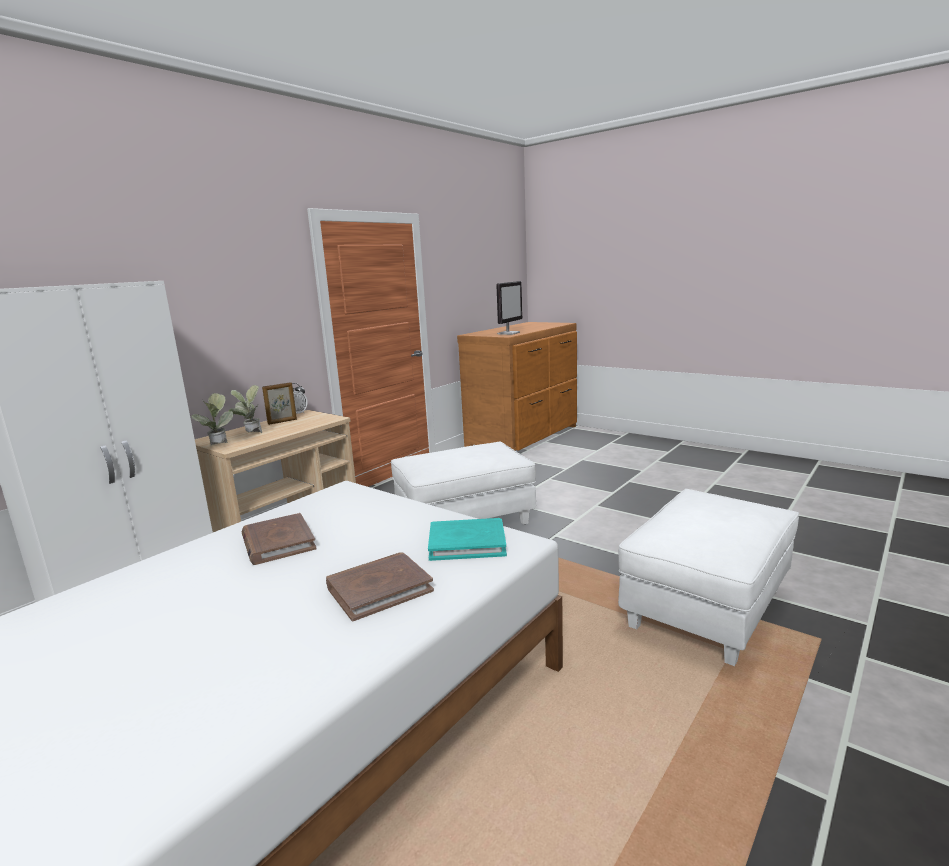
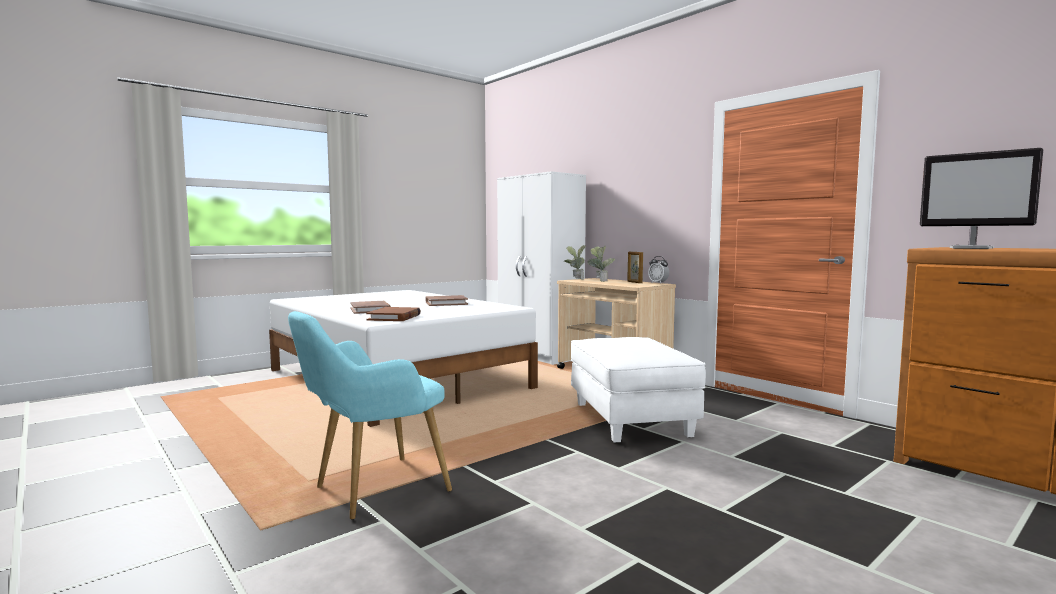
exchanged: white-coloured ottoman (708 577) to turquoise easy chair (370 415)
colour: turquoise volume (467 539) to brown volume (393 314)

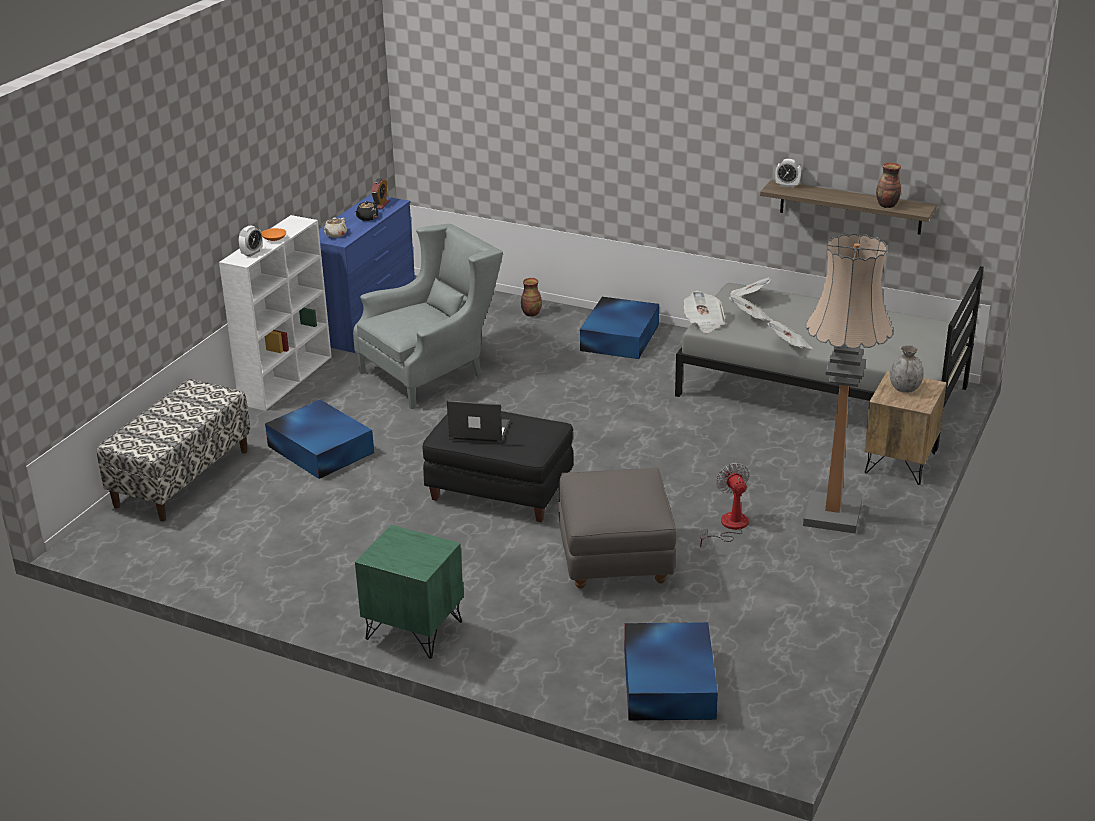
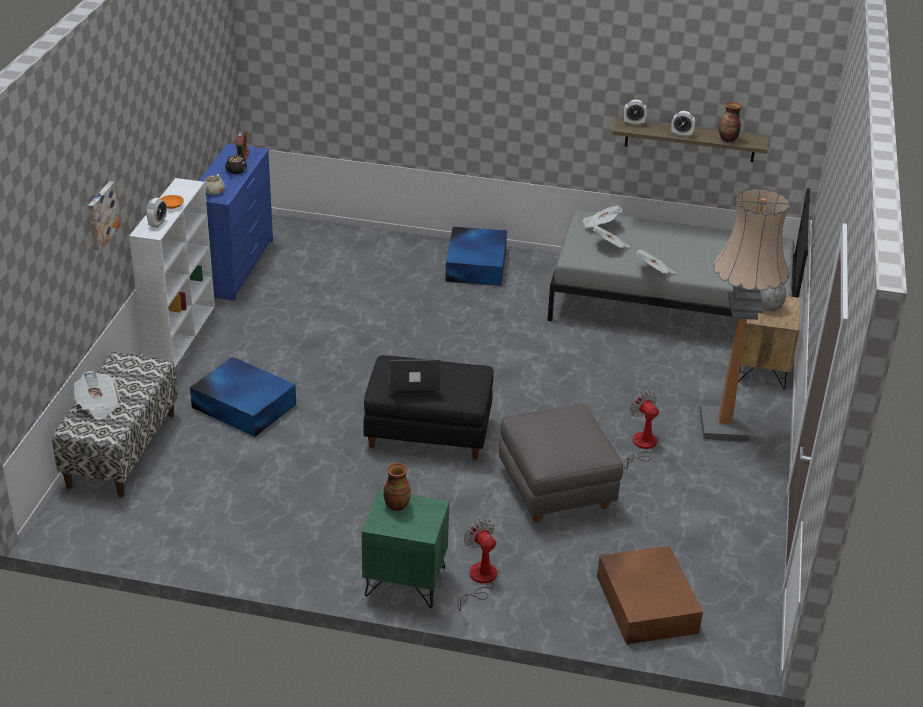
missing: greyish easy chair (428 316)
appeared: alarm clock (683 124); wall picture (104 216); cooling fan (477 565)
relocated: vase (531 297) to (397 487); printed paper (704 312) to (97 395)
colour: blue storage container (671 671) to brown storage container (650 595)

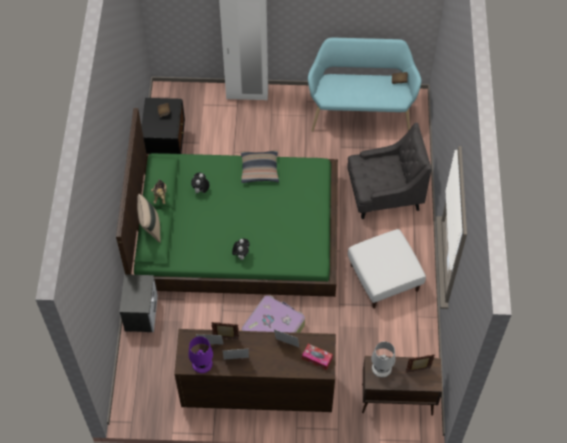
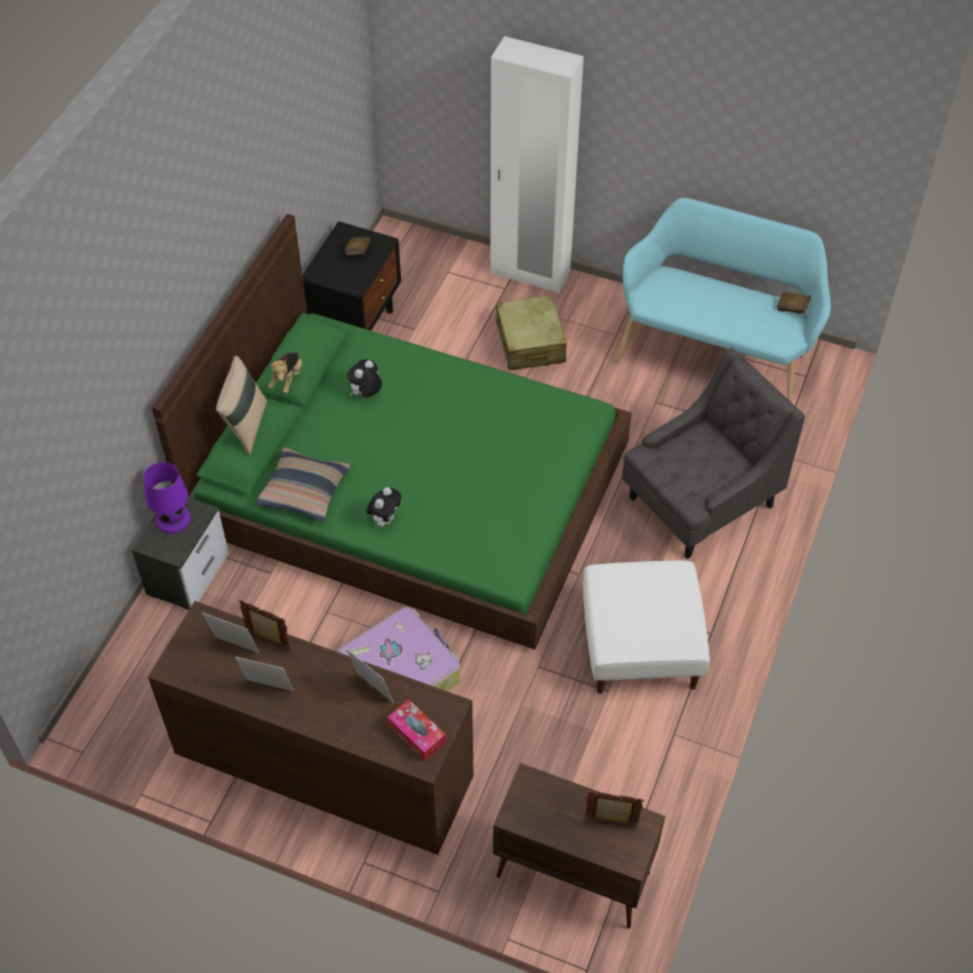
missing: white-coloured tabletop lamp (383 359)
appeared: sand-coloured piece of luggage (531 332)
relocated: cushion (260 166) to (303 485); purple tabletop lamp (200 354) to (167 497)
spun: greyish easy chair (389 171) = (713 453) 45 degrees counterclockwise

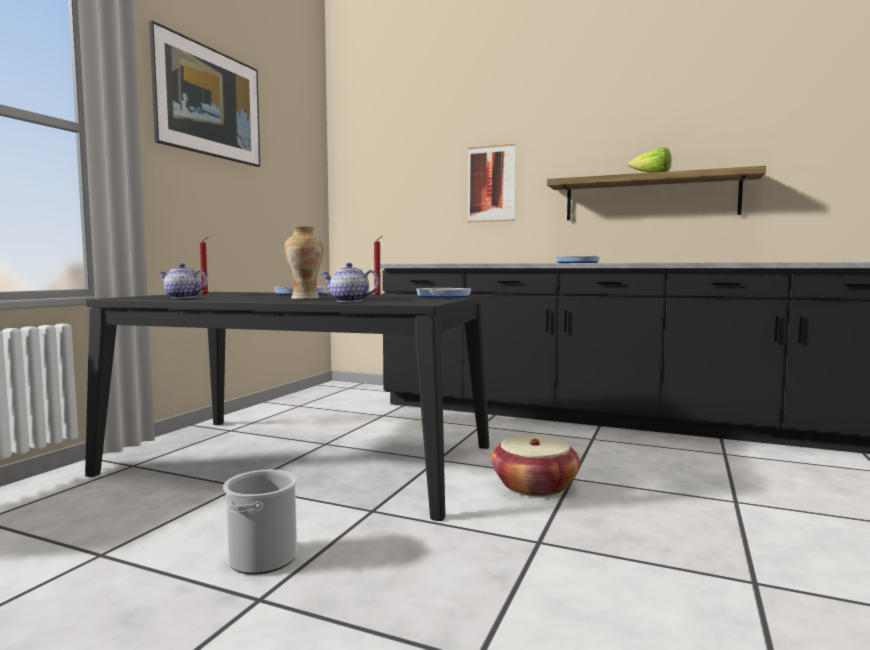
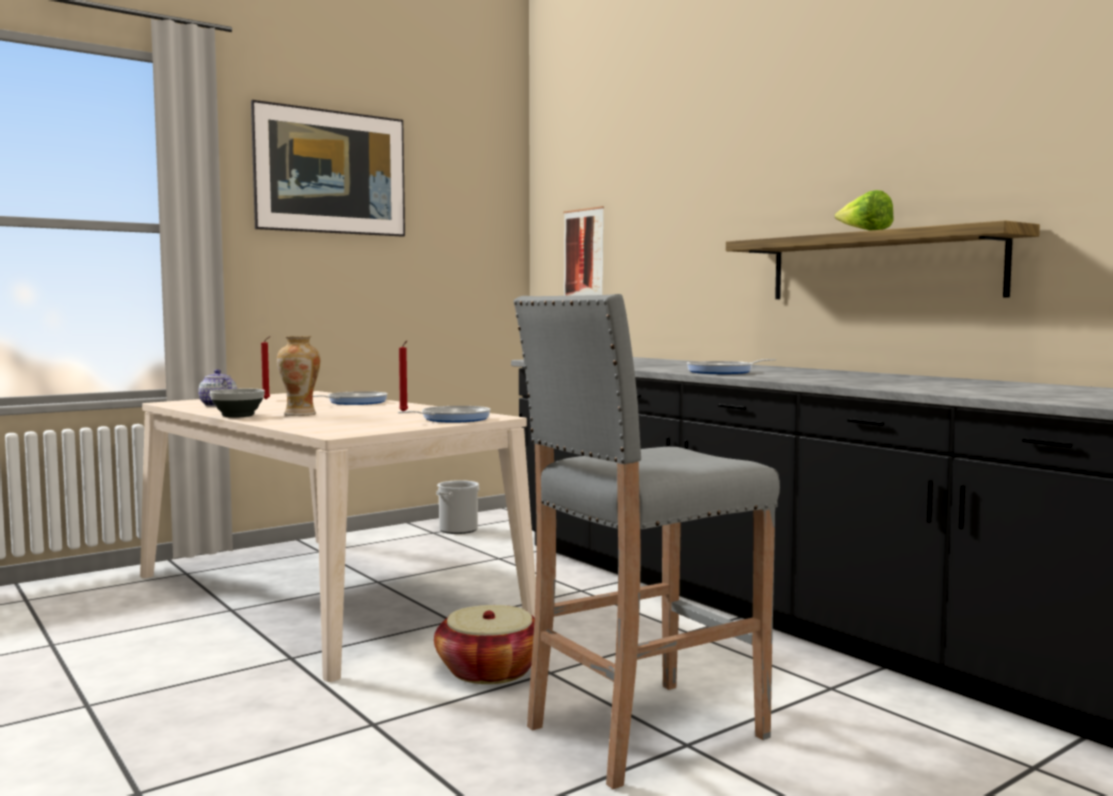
missing: tea pot (350 282)
appeared: greyish stool seat (647 541); deep dish (237 403)
relocated: wall picture (491 183) to (584 251); pail (260 522) to (457 507)
colour: blackish dining table (287 406) to sand-coloured dining table (338 536)

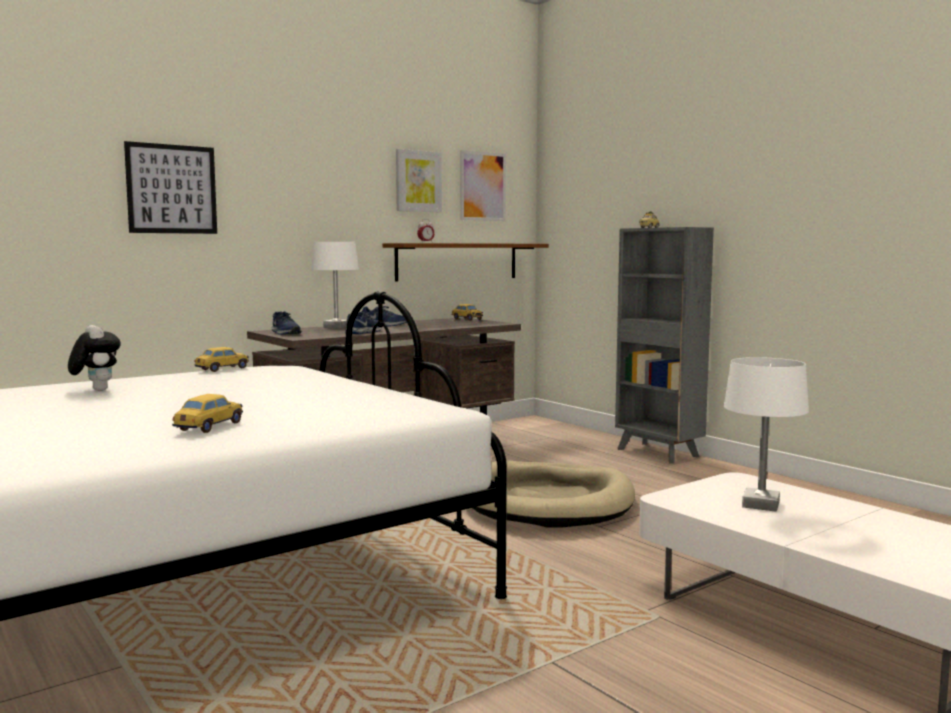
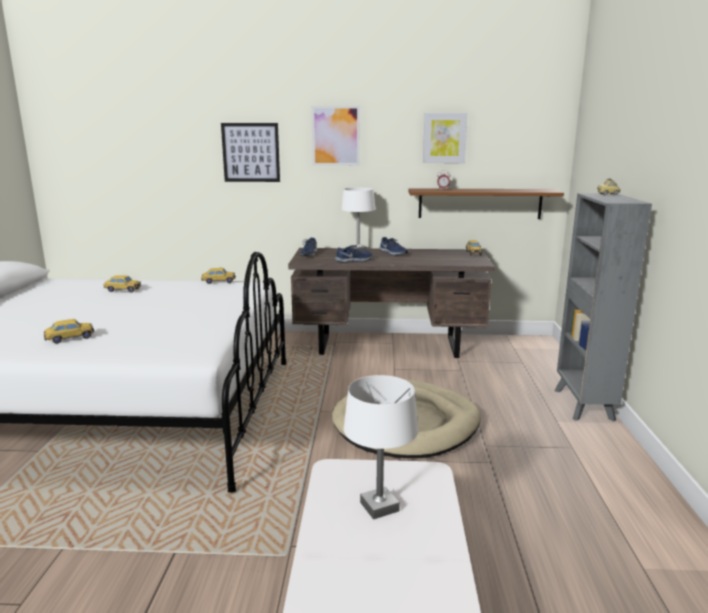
relocated: wall picture (483 185) to (335 136)
exchanged: soft toy (94 358) to miniature car (122 283)

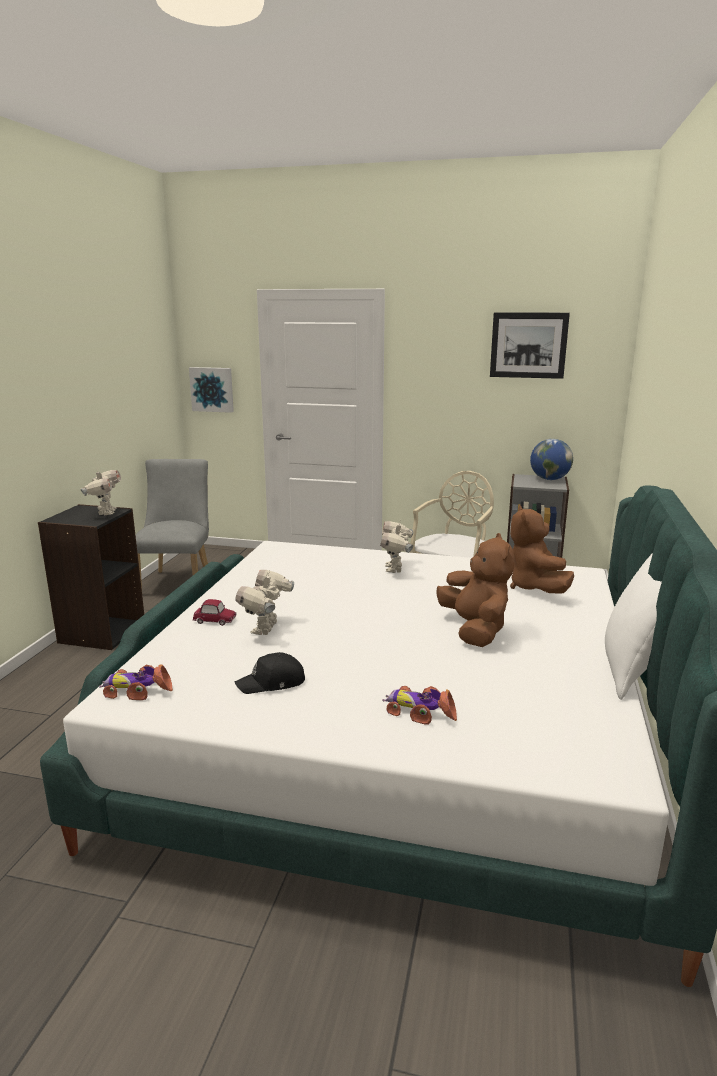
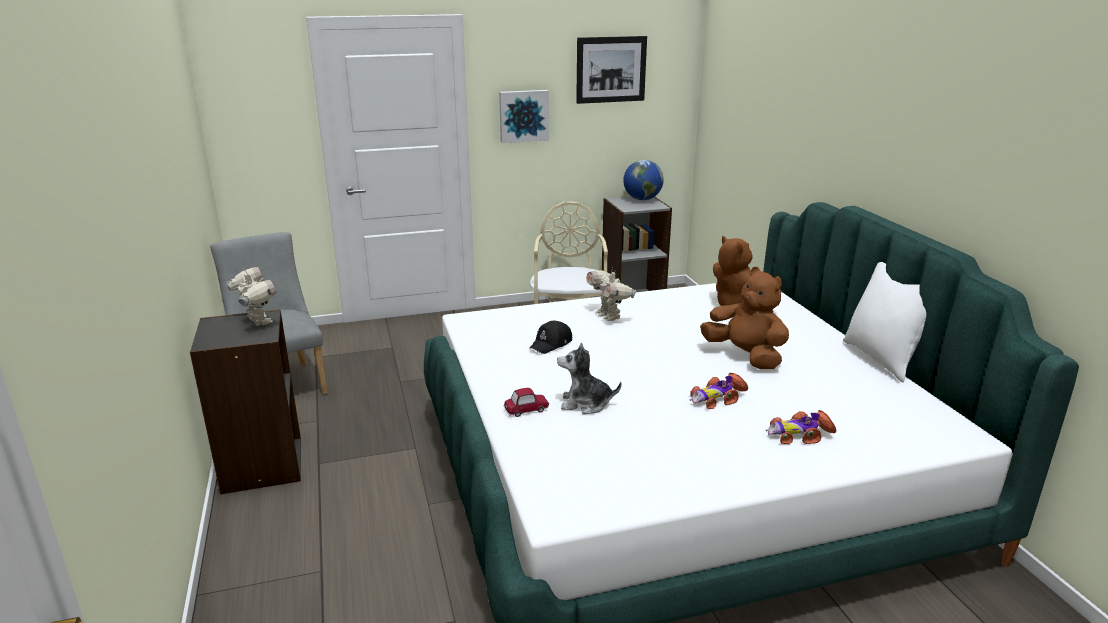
relocated: wall picture (211 390) to (524 116); blackish peaked cap (269 673) to (550 337); miniature car (136 682) to (719 391)
exchanged: robot figure (264 602) to soft toy (589 378)

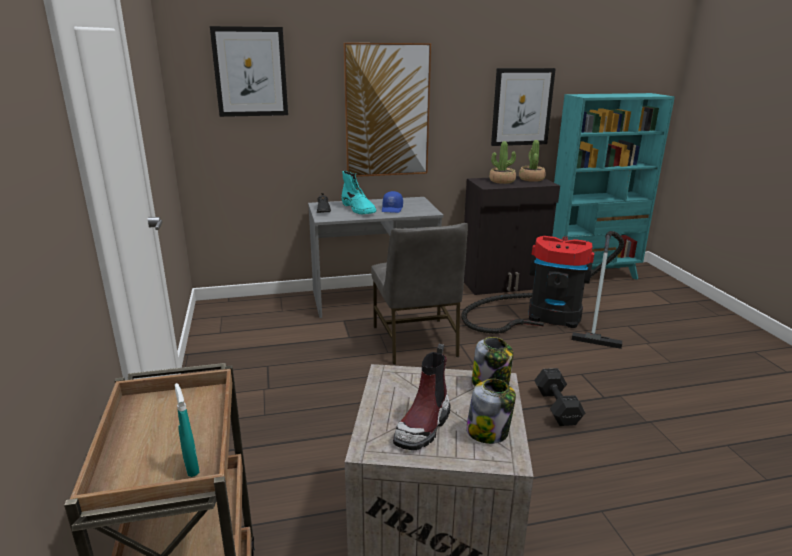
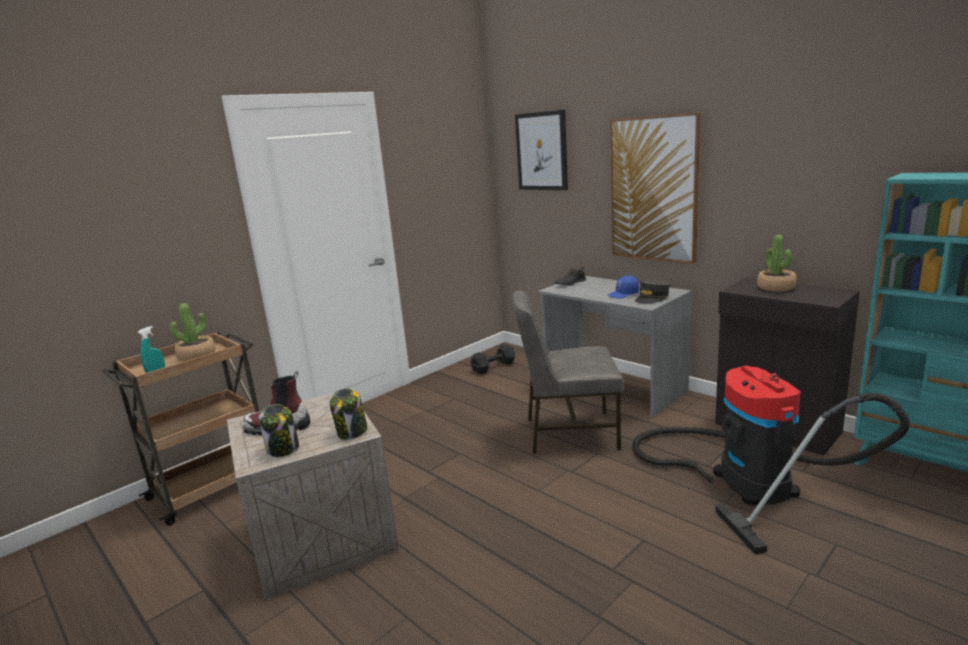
missing: wall picture (523 107); turquoise high-top boot (359 193)
appeared: greyish peaked cap (652 291)
relocated: houseplant (532 161) to (193 332); blackish free weight (559 397) to (492 358)
spun: greyish chair (419 294) = (568 372) 45 degrees clockwise

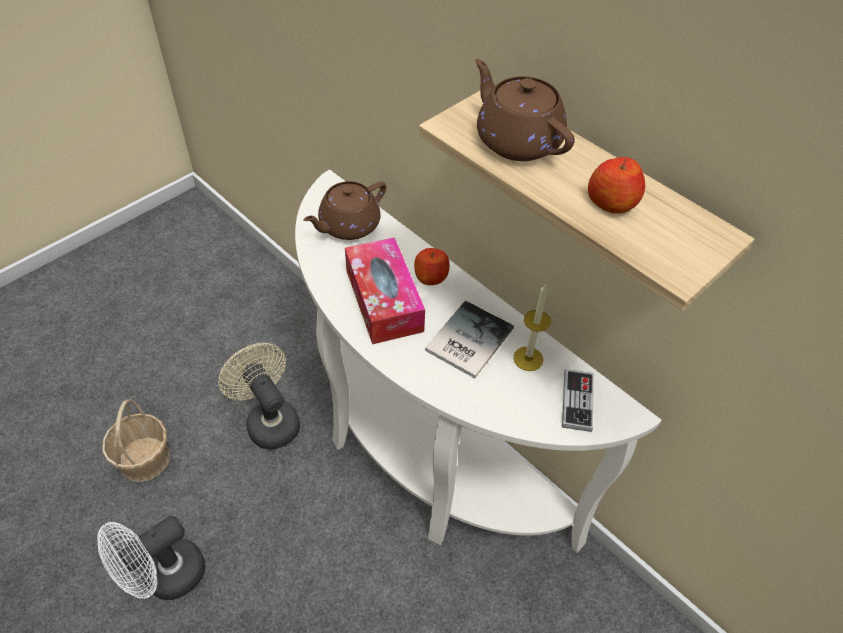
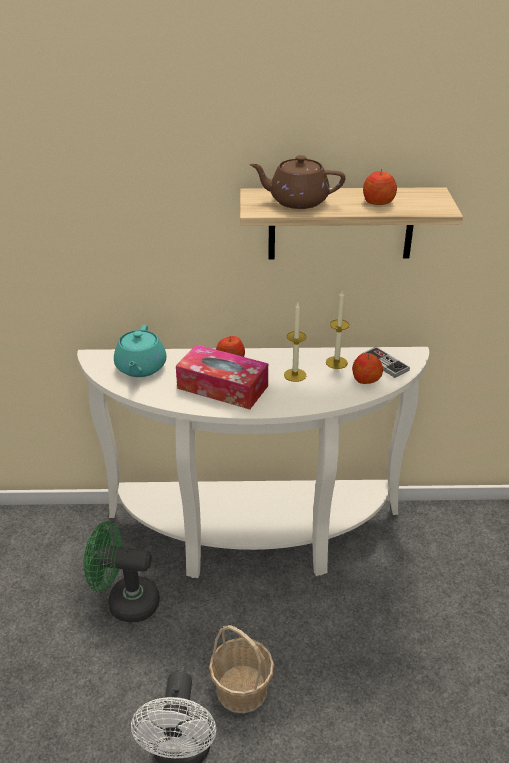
appeared: apple fruit (367 368)
relocated: household basket (136 440) to (241 669)
exchanged: volume (469 339) to candle (295 342)
colour: brown tea pot (344 210) to turquoise tea pot (140 351); sand-coloured cooling fan (259 396) to green-coloured cooling fan (121 571)

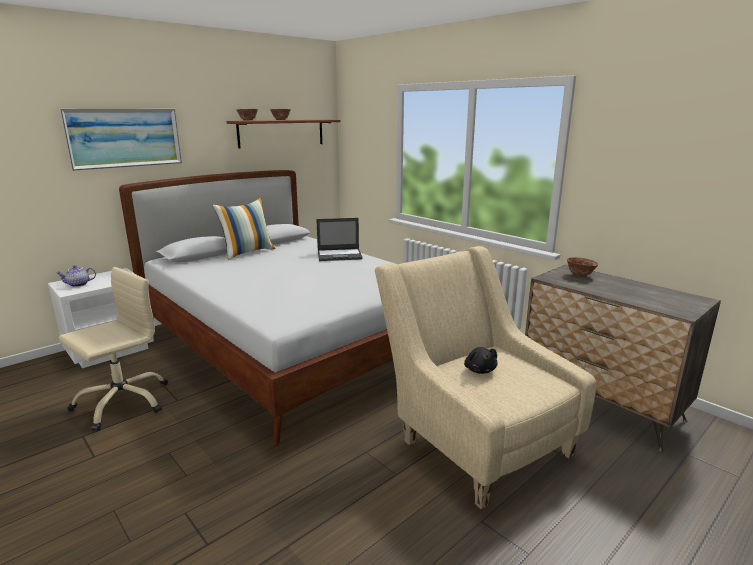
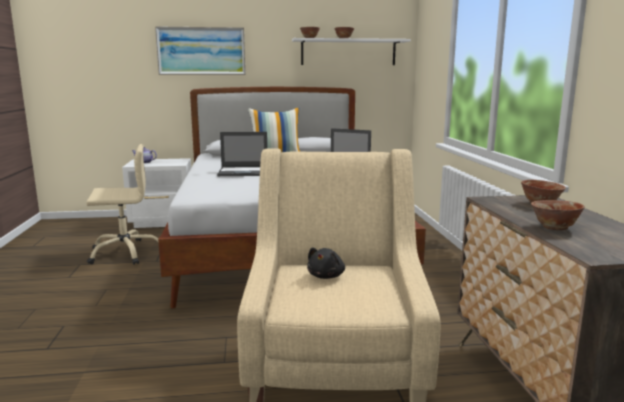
appeared: portable computer (242 154); deep dish (558 215)
colour: brown bracket shelf (283 134) to white-coloured bracket shelf (351 51)

